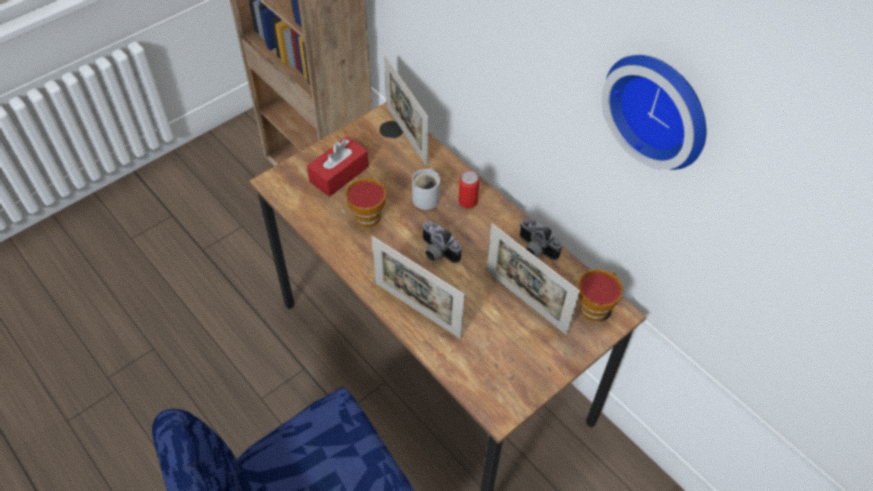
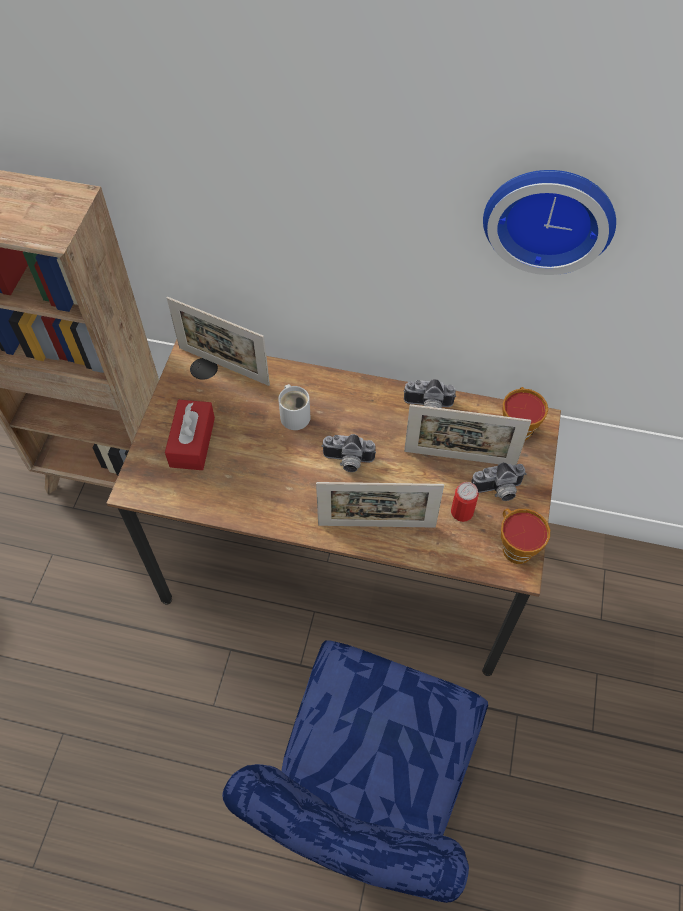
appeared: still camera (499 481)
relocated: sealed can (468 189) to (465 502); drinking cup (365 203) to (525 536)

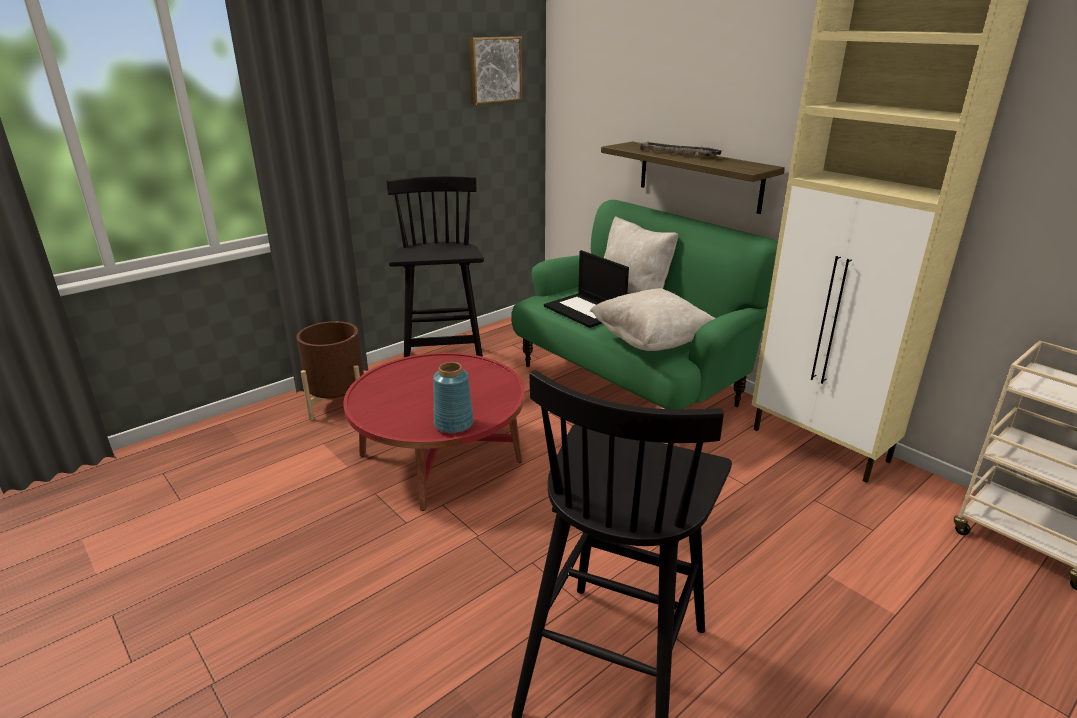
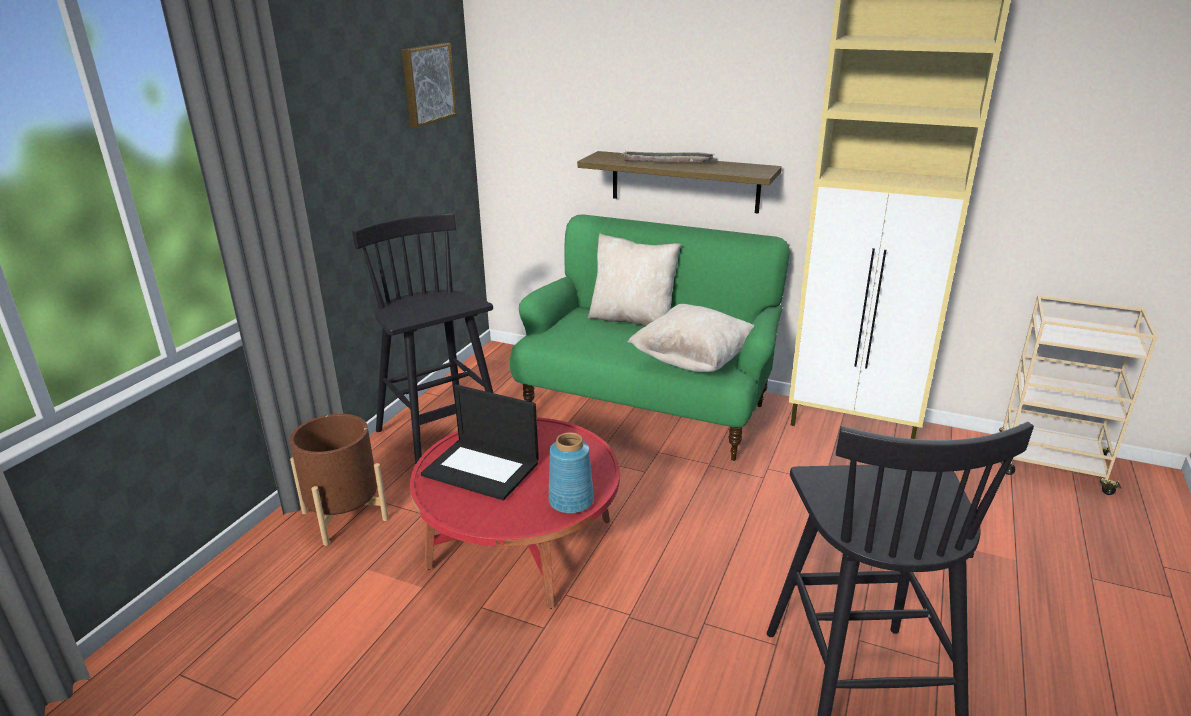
relocated: portable computer (586 289) to (480 442)

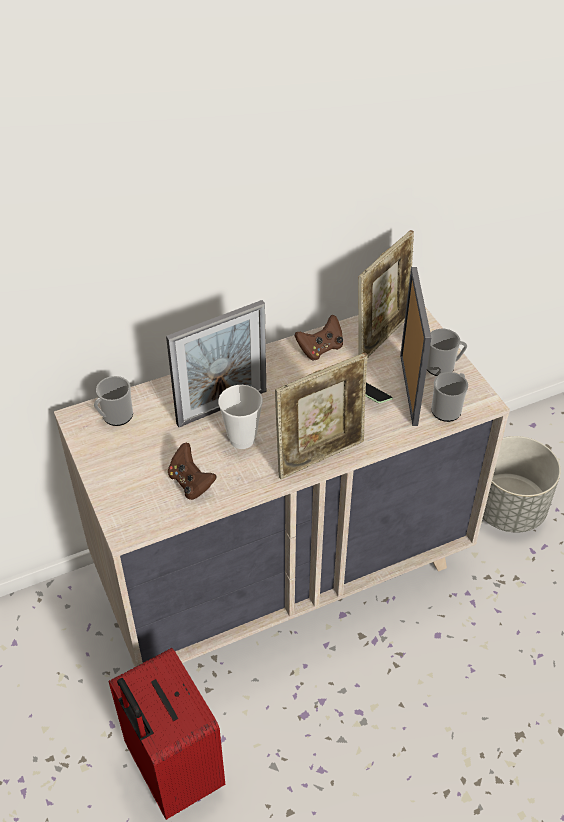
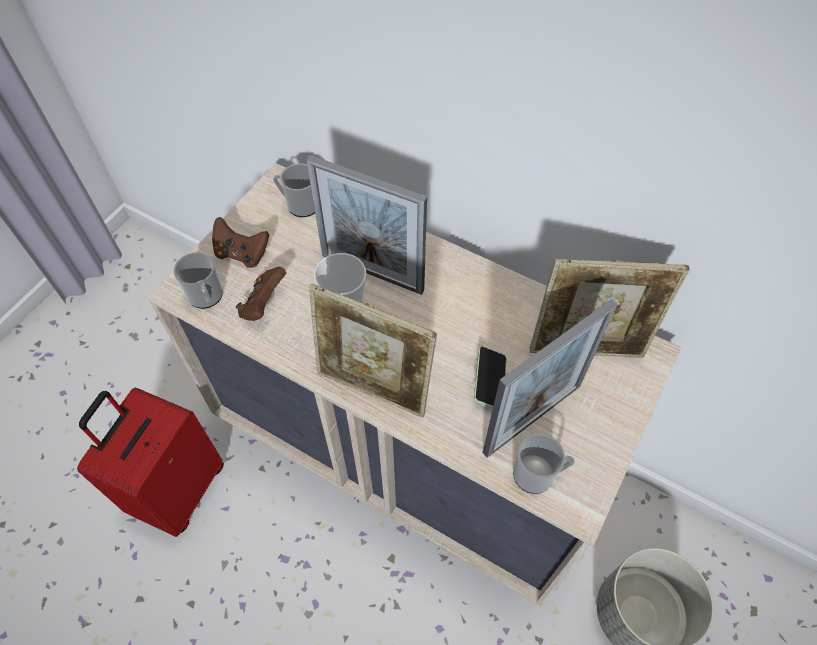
relocated: brown game controller (318 337) to (240 242); mug (447 352) to (198 280)

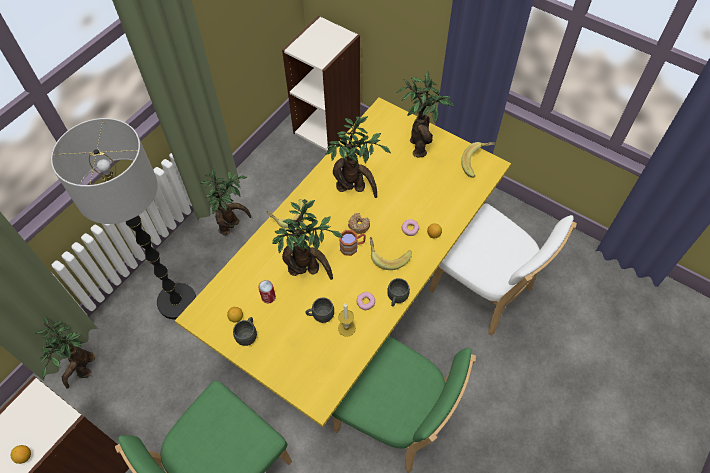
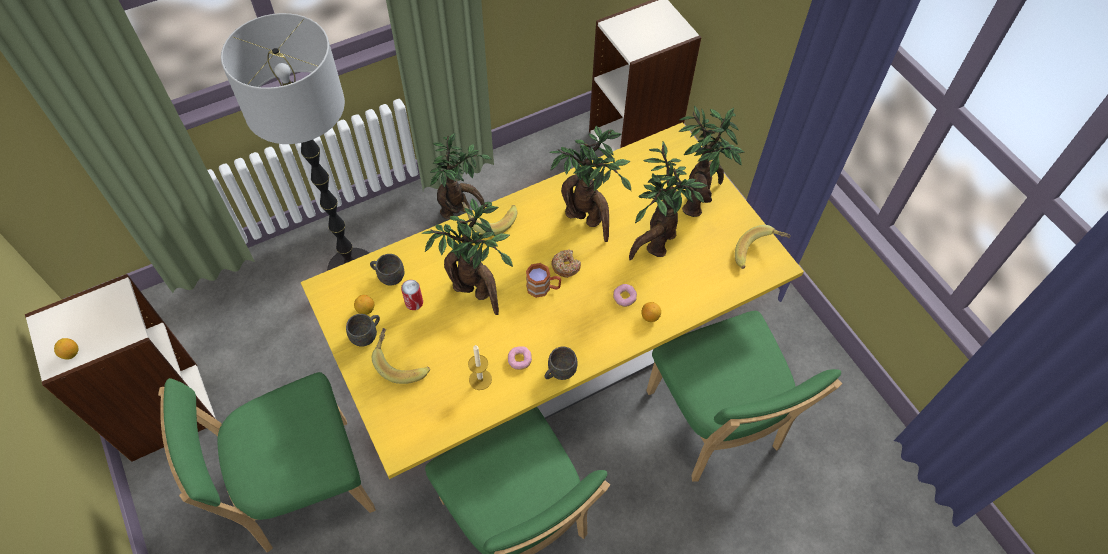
relocated: whole banana (391 253) to (401 356); greyish mug (320 310) to (387 269); houseplant (65 353) to (668 201)
colour: white-coloured chair (503 269) to green-coloured chair (744 396)

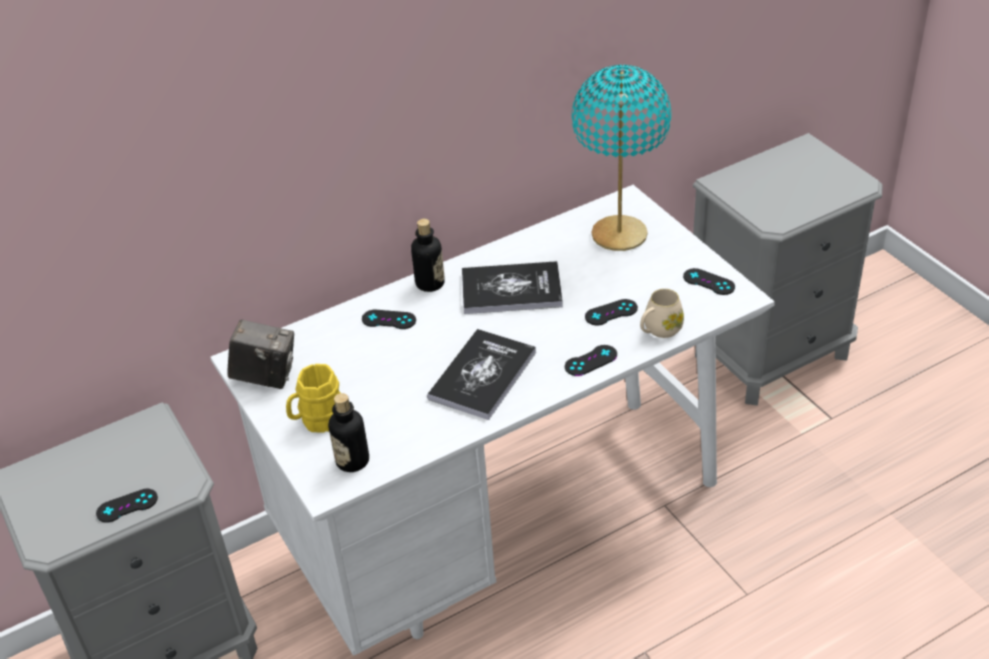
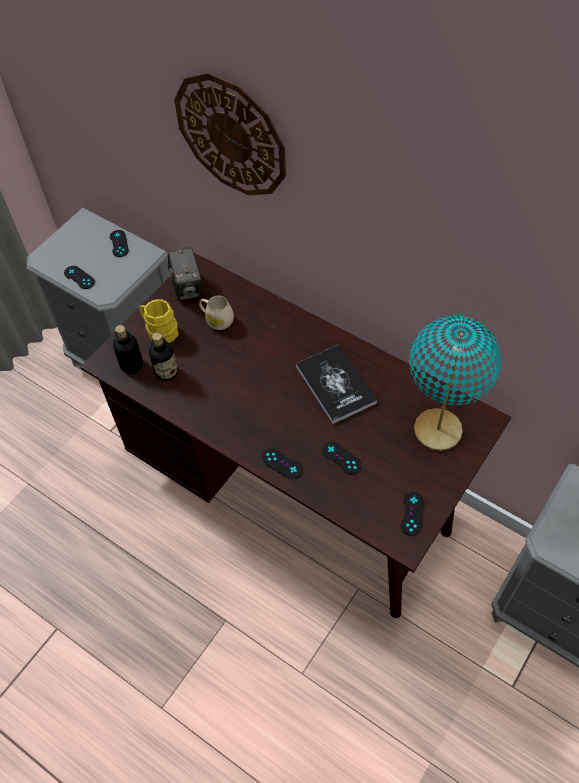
missing: volume (481 374)
appeared: clock on the wall (230 134)
relocated: bottle (428 255) to (163 356); sand-coloured mug (662 313) to (216 313); blackish game controller (389 319) to (119 243)
colour: white-coloured desk table (492 420) to brown desk table (295 435)

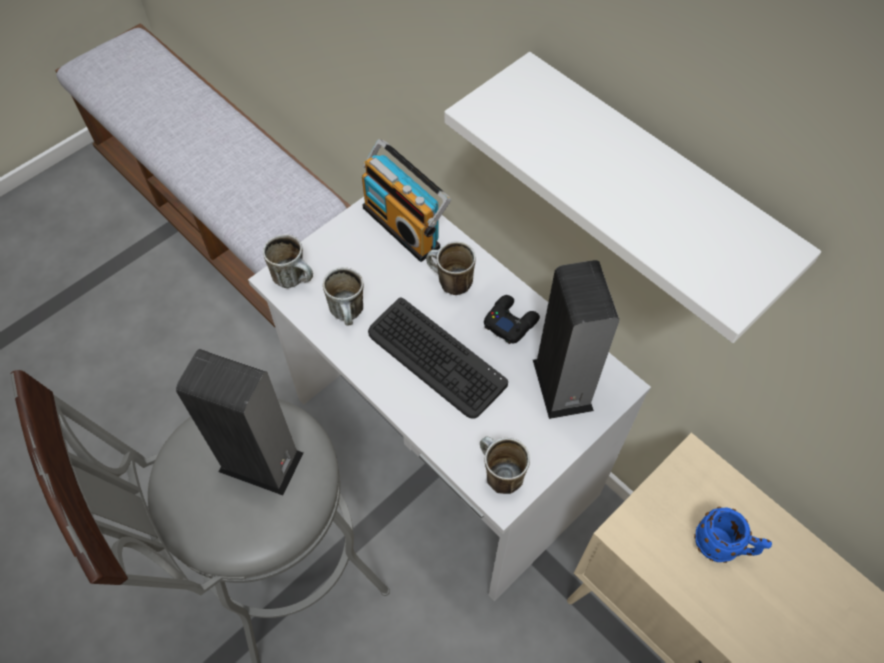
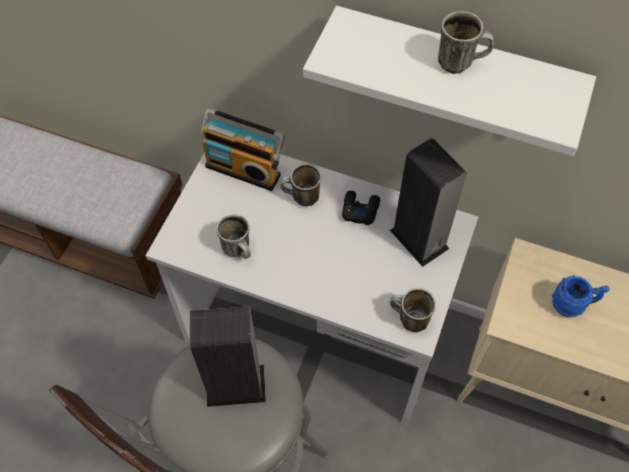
missing: keyboard (438 358)
relocated: mug (288 261) to (466 42)

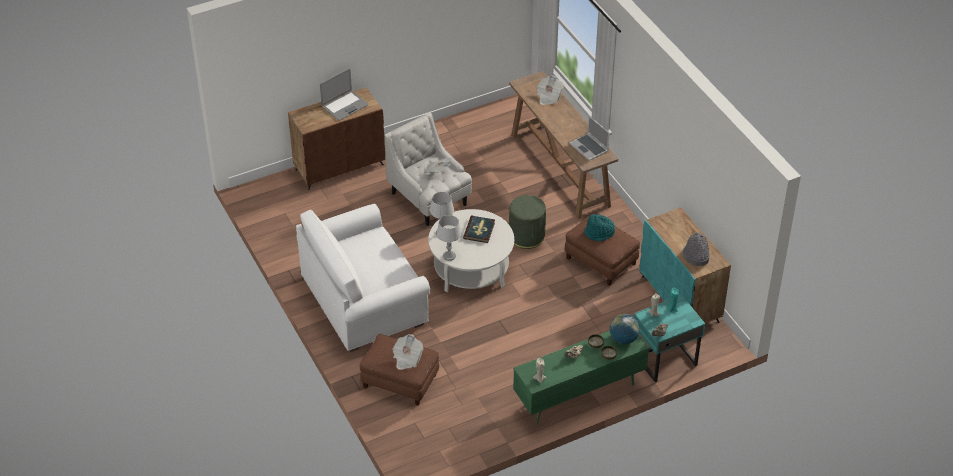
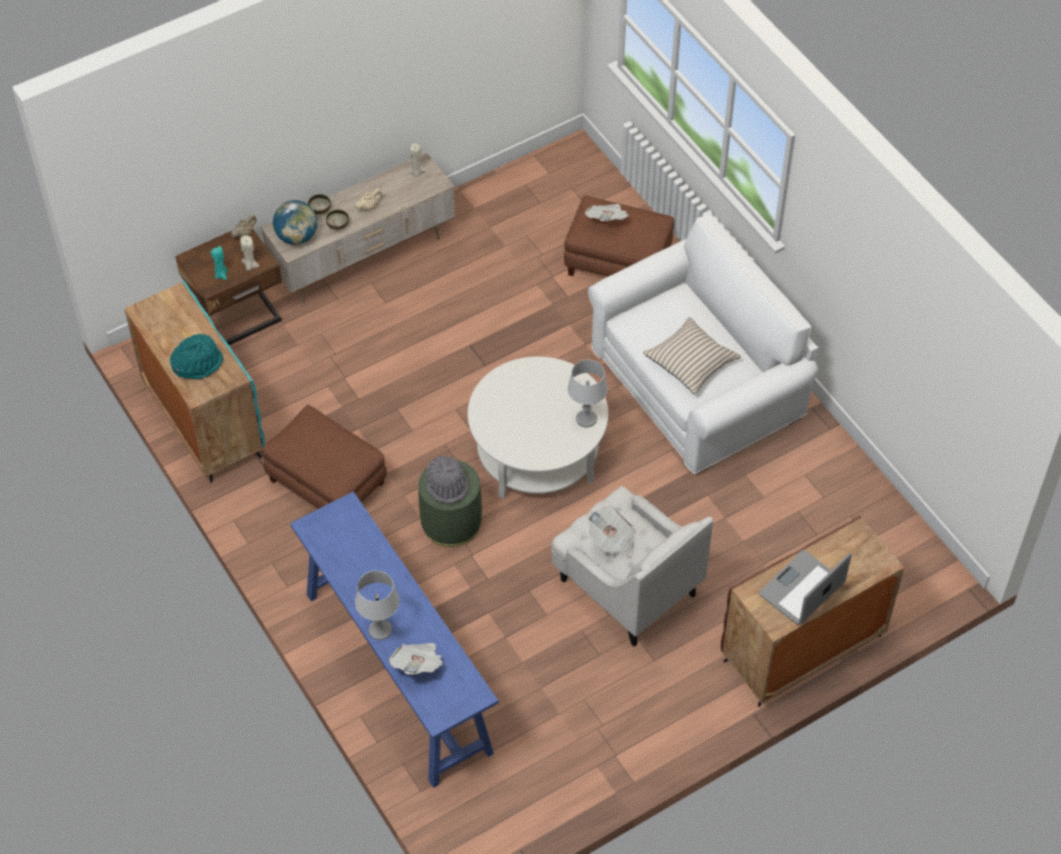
missing: portable computer (589 138); volume (479 229)
appeared: sand-coloured cushion (692 355)
relocated: turquoise clothing hat (599 227) to (196 356); greyish tabletop lamp (449 238) to (377 605); greyish clothing hat (695 249) to (448 479)
colour: brown hall table (563 145) to blue hall table (394 639); turquoise nightstand (669 338) to brown nightstand (228 287); green-coloured media console (581 377) to sand-coloured media console (358 228)

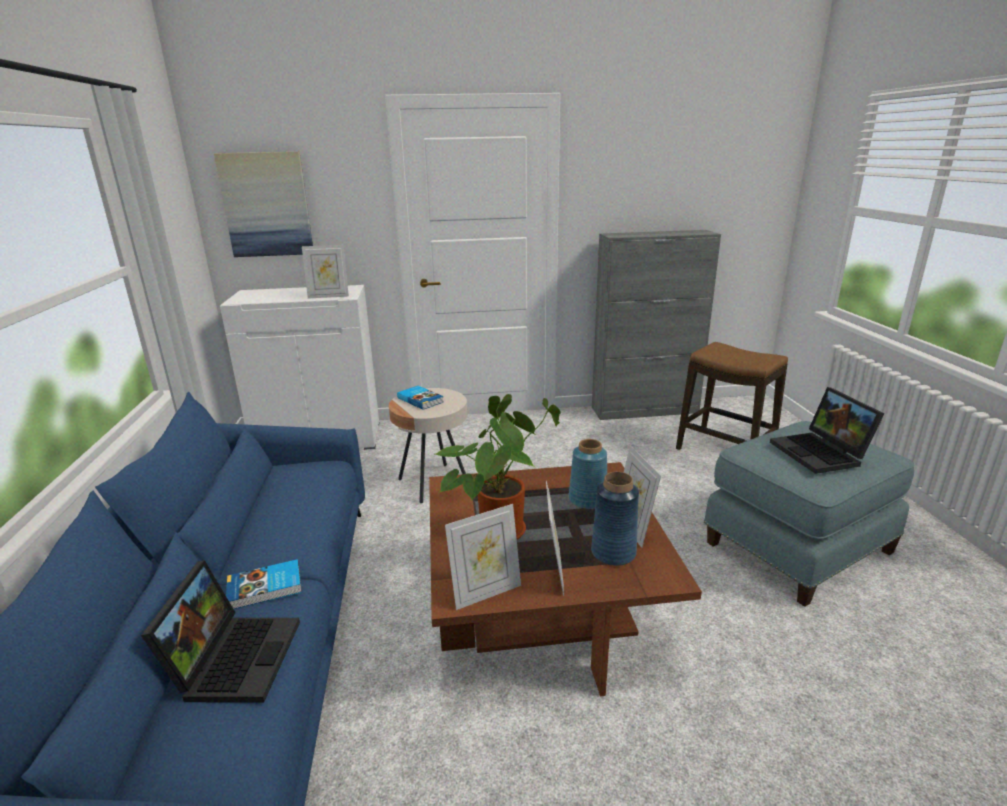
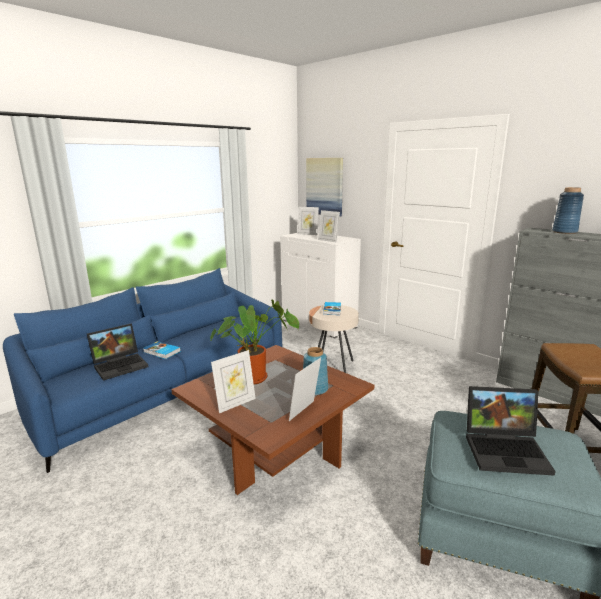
relocated: blue vase (615 519) to (568 210); picture frame (483 557) to (308 221)
spun: portable computer (827 430) = (511 431) 120 degrees counterclockwise

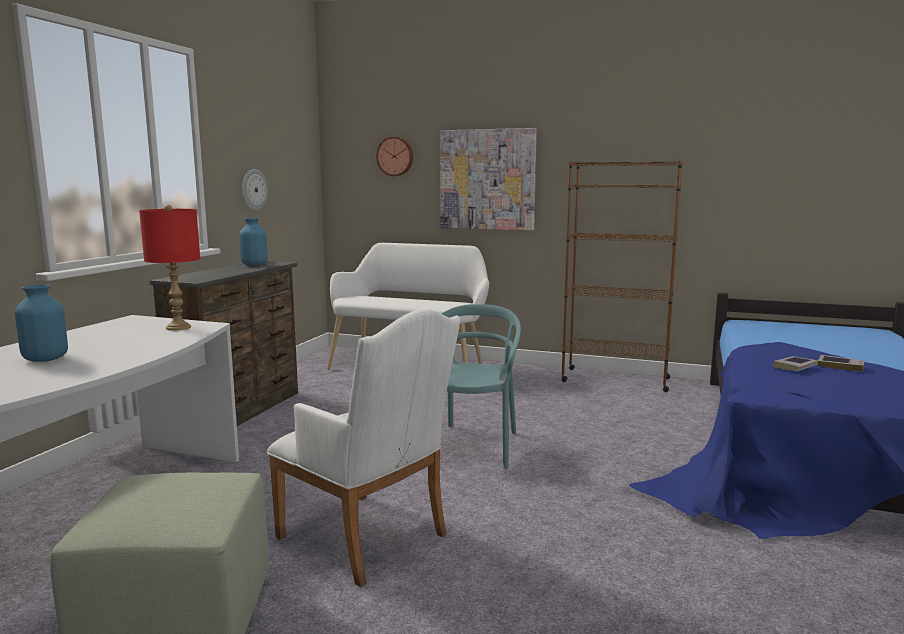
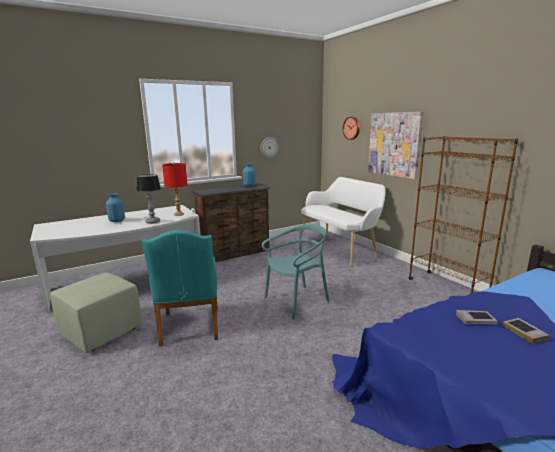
appeared: tabletop lamp (149 199)
colour: white-coloured easy chair (363 448) to turquoise easy chair (180 288)

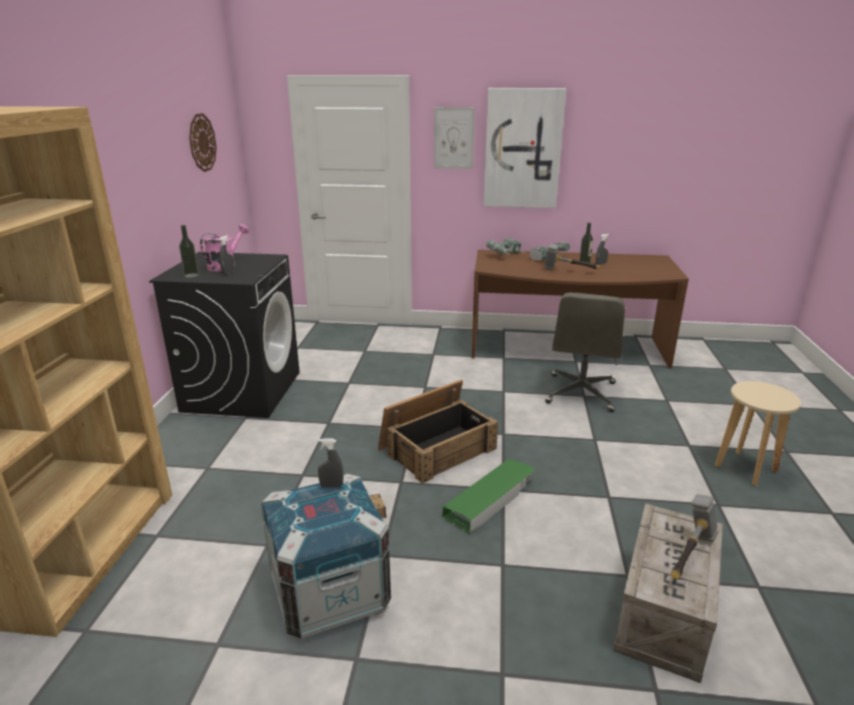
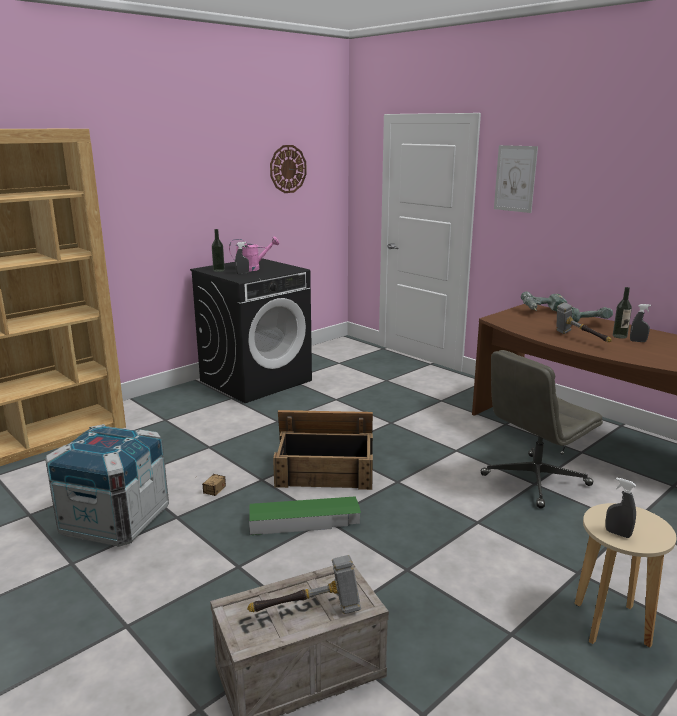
missing: wall picture (525 148)
relocated: greyish hand sprayer (330 463) to (620 507)

